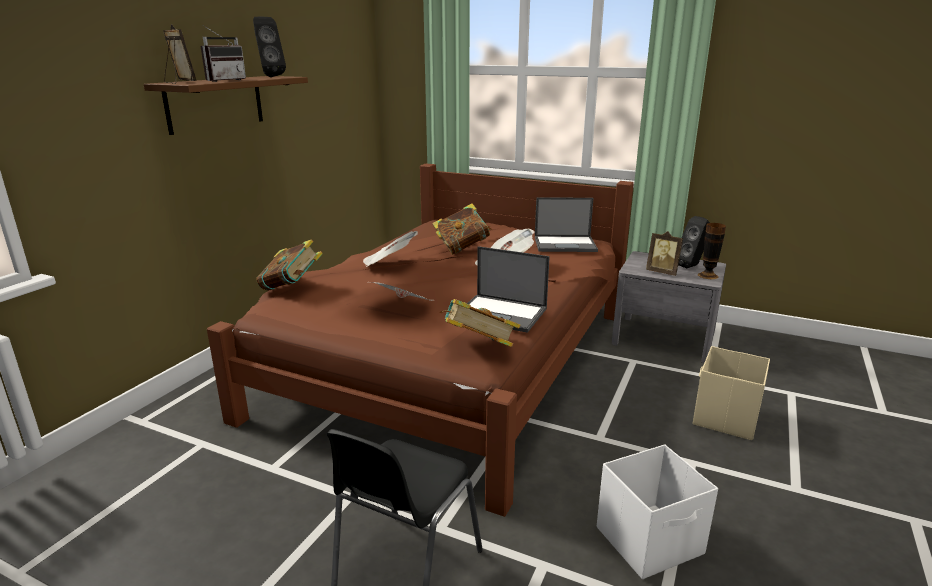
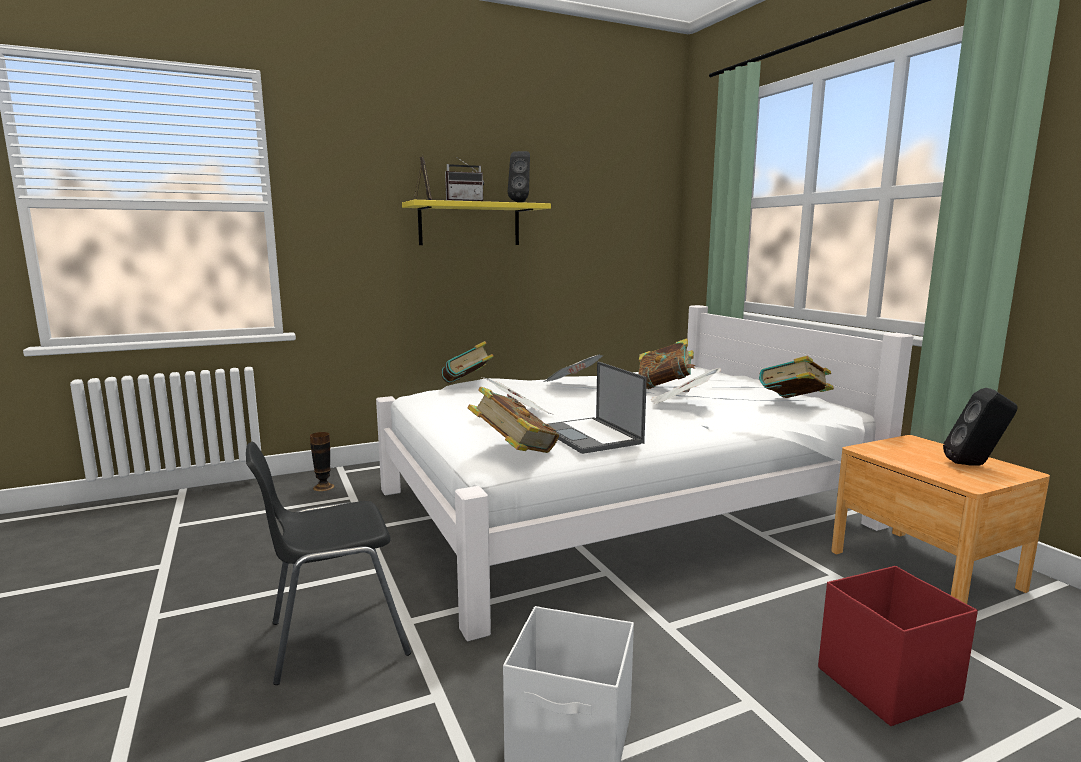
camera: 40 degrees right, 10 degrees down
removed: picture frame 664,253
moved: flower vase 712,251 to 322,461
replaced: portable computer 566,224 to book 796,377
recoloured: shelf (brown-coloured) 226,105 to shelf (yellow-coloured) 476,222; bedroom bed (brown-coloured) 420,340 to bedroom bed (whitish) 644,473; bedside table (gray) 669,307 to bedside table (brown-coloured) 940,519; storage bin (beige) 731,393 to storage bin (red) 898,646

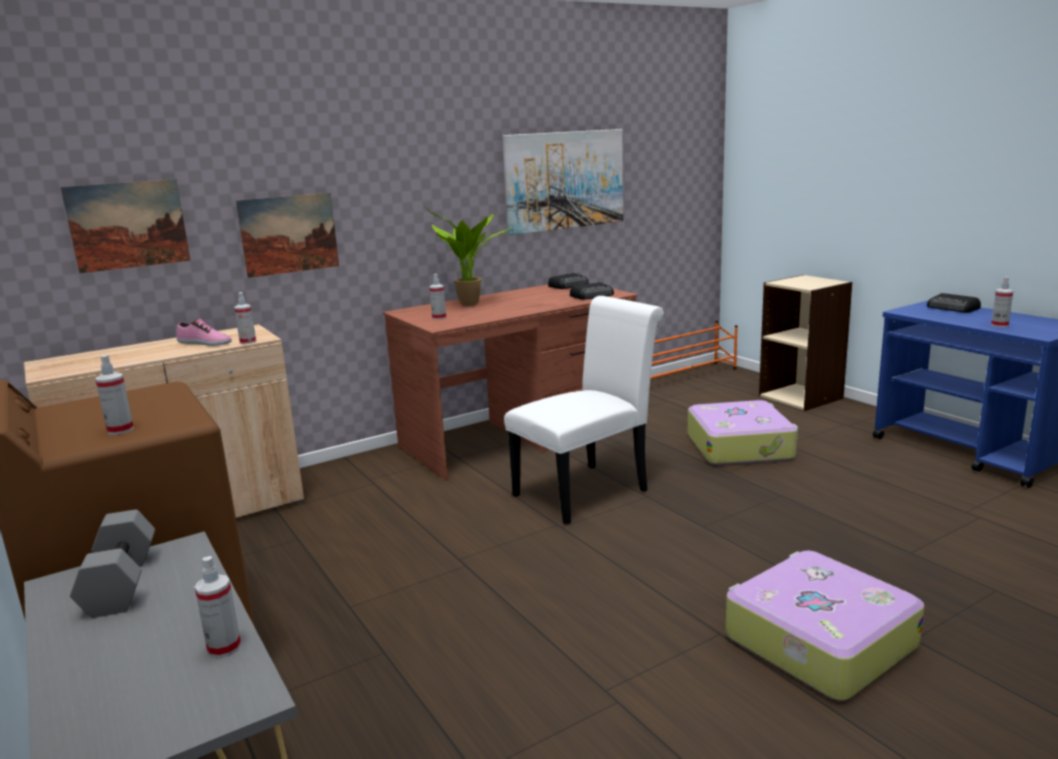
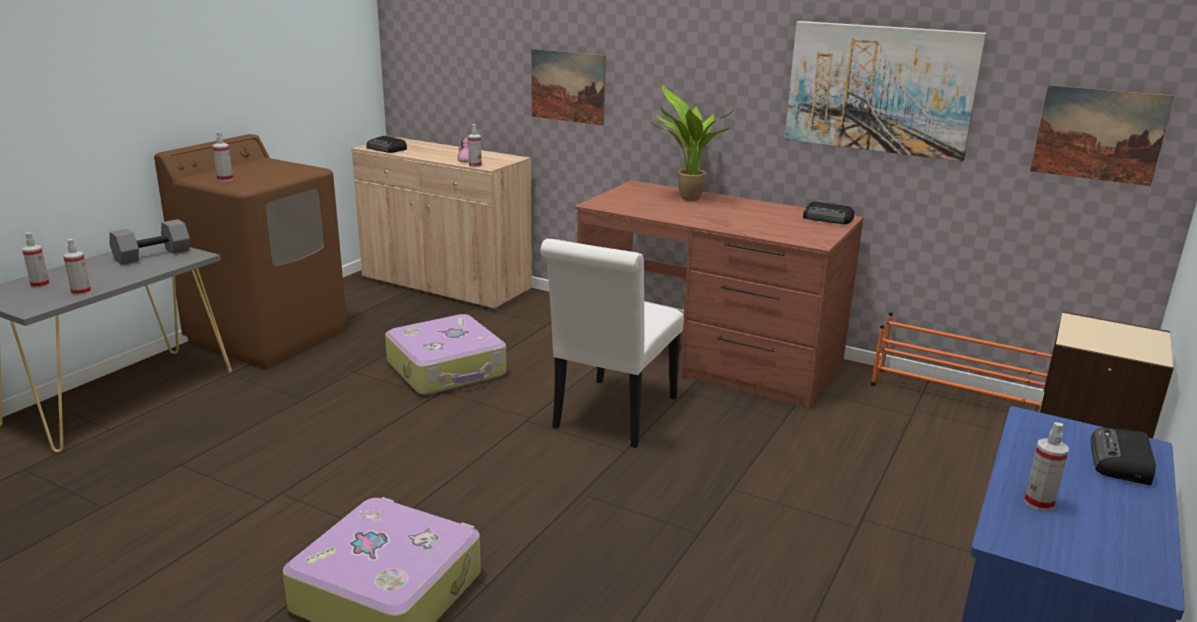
camera: 60 degrees right, 5 degrees up
moved: picture 125,226 to 1102,135; spray bottle 438,297 to 36,260; radio 592,291 to 386,144; suitcase 743,432 to 446,354
turned: plain chair (whitish) 584,410 = 612,343 90 degrees clockwise

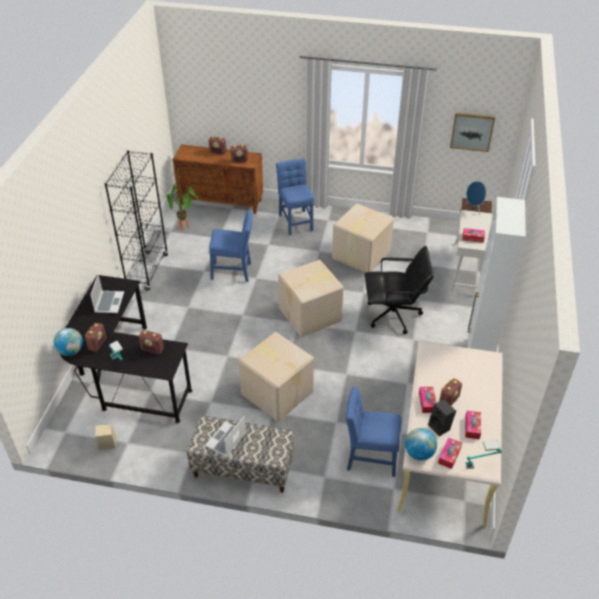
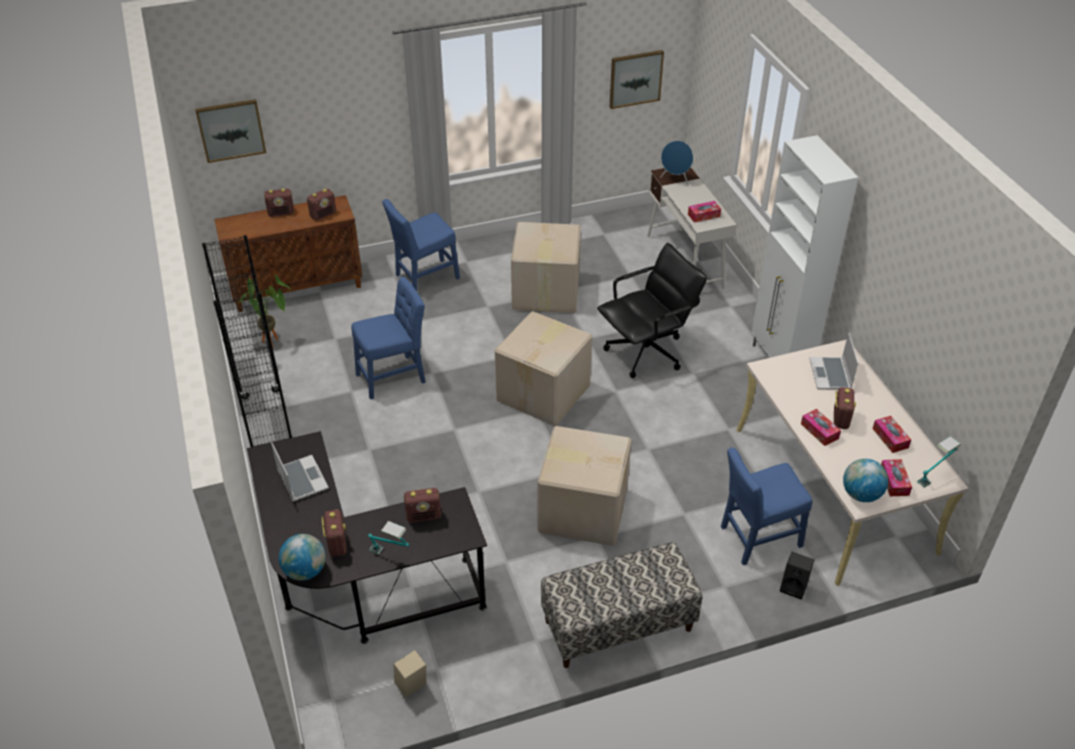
camera: 30 degrees left, 0 degrees up
added: picture 230,131
moved: portable computer 225,436 to 833,360; loudspeaker (black-coloured) 442,418 to 797,576
turned: plain chair (blue-coloured) 295,197 = 421,245 75 degrees counterclockwise

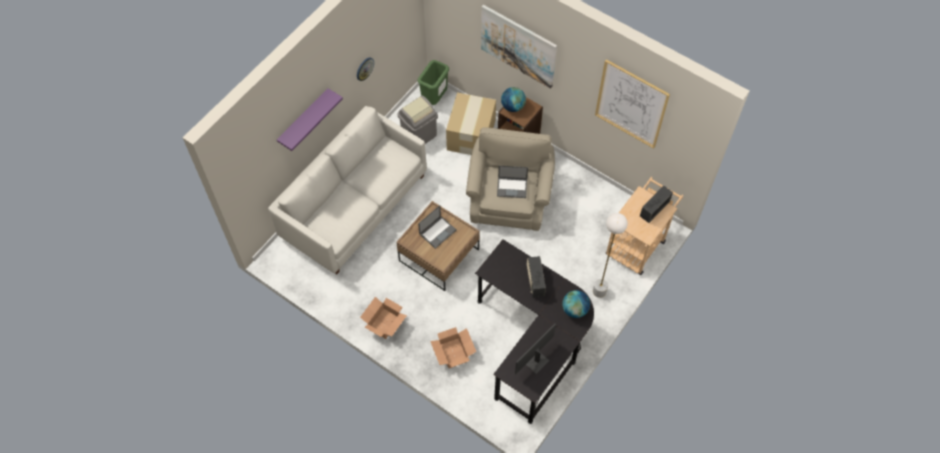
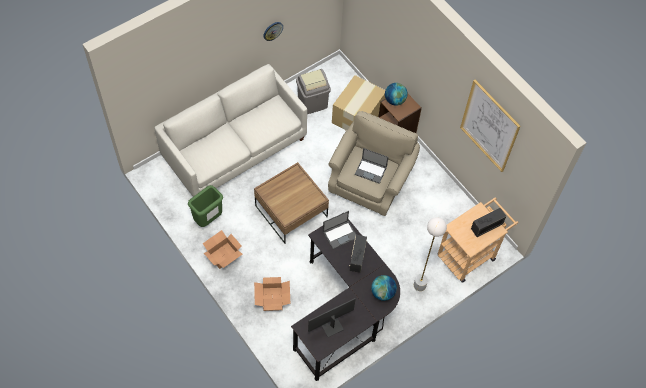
camera: 15 degrees right, 0 degrees up
removed: shelf (purple) 310,119; picture 519,47
moved: trash can (green-coloured) 433,82 to 205,206; portable computer 437,227 to 339,230

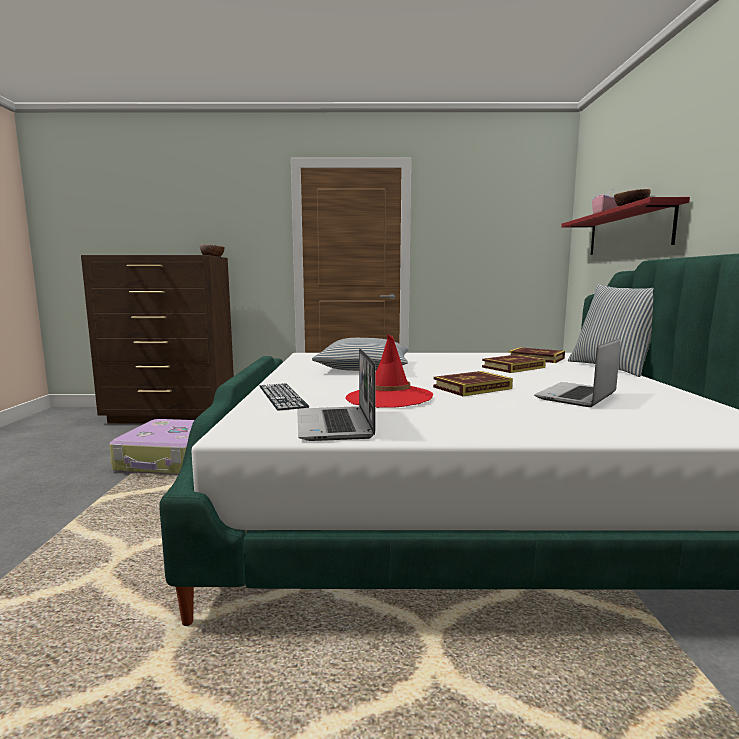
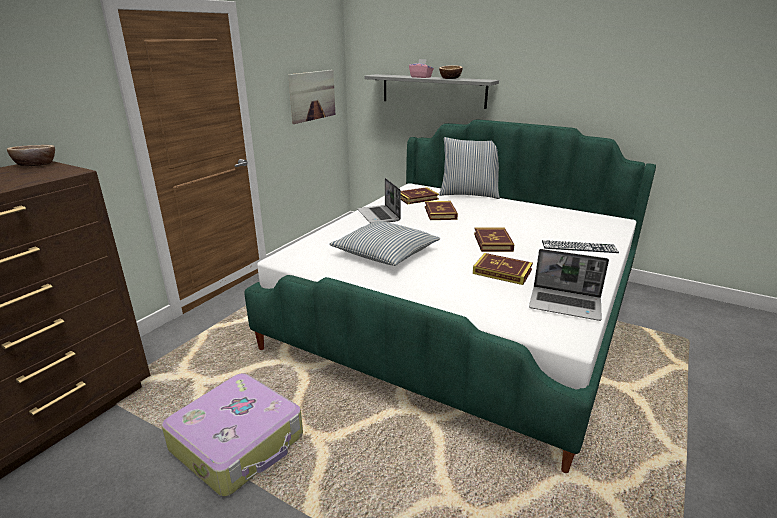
camera: 60 degrees left, 15 degrees up
added: picture 311,97
moved: computer keyboard 284,397 to 580,246; portable computer 577,372 to 379,200
replaced: wearable hat (red) 389,371 to book 503,269
recoloured: shelf (red) 625,226 to shelf (gray) 431,91

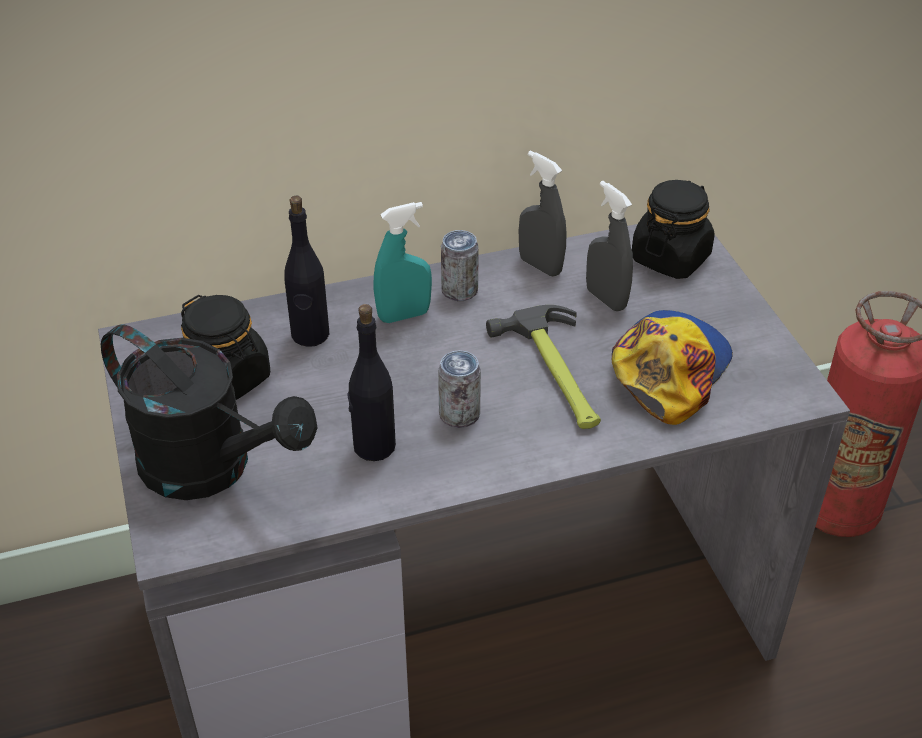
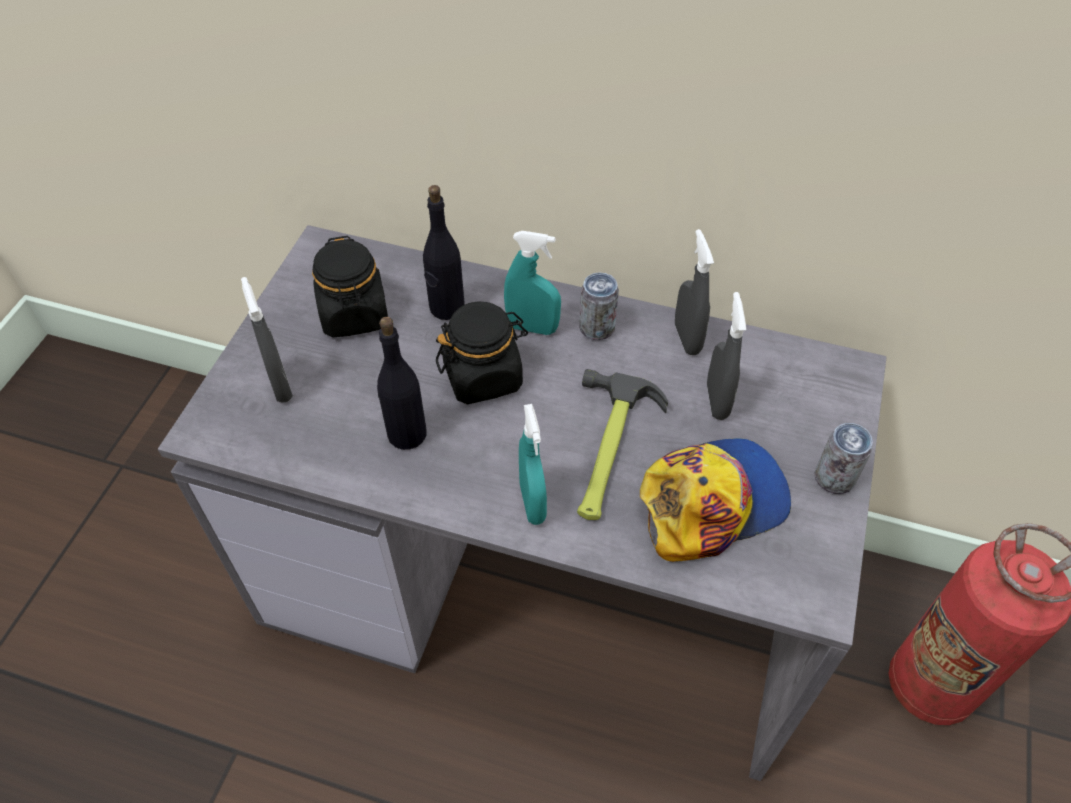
camera: 35 degrees right, 10 degrees up
added: spray bottle (turquoise) 533,464
moved: sealed can 459,389 to 843,458; preserve jar (black-coloured) 673,229 to 482,352
replaced: watering pot (black-coloured) 209,412 to spray bottle (gray) 267,339

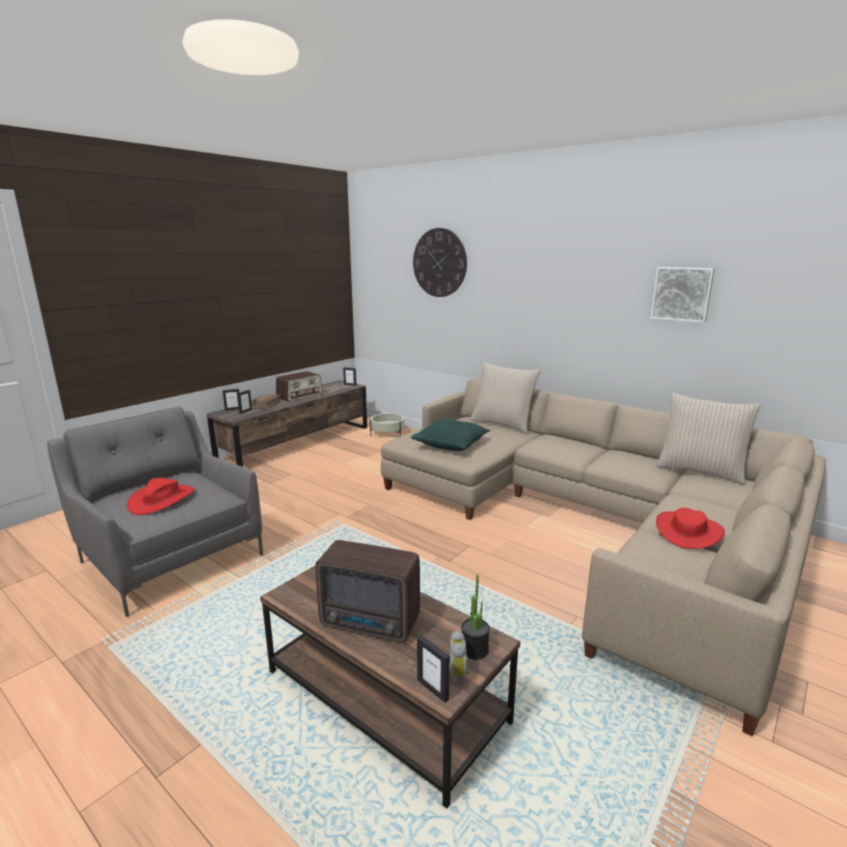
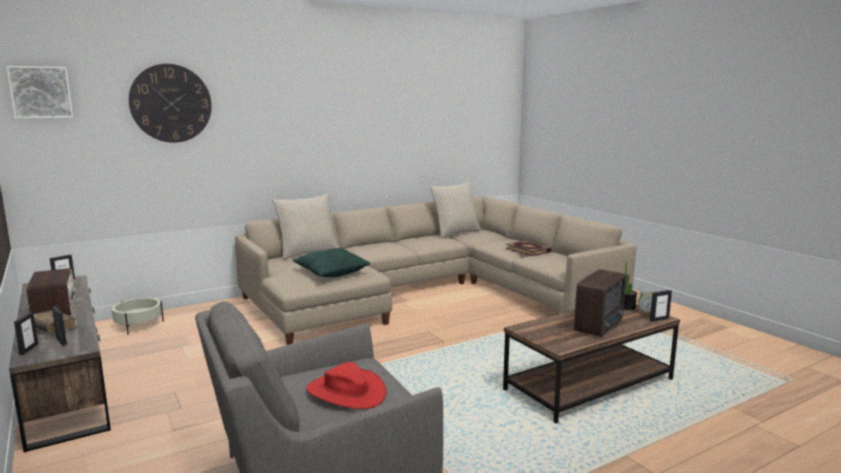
camera: 70 degrees left, 5 degrees down
moved: picture 682,295 to 39,92
replaced: wearable hat (red) 690,528 to book 528,248

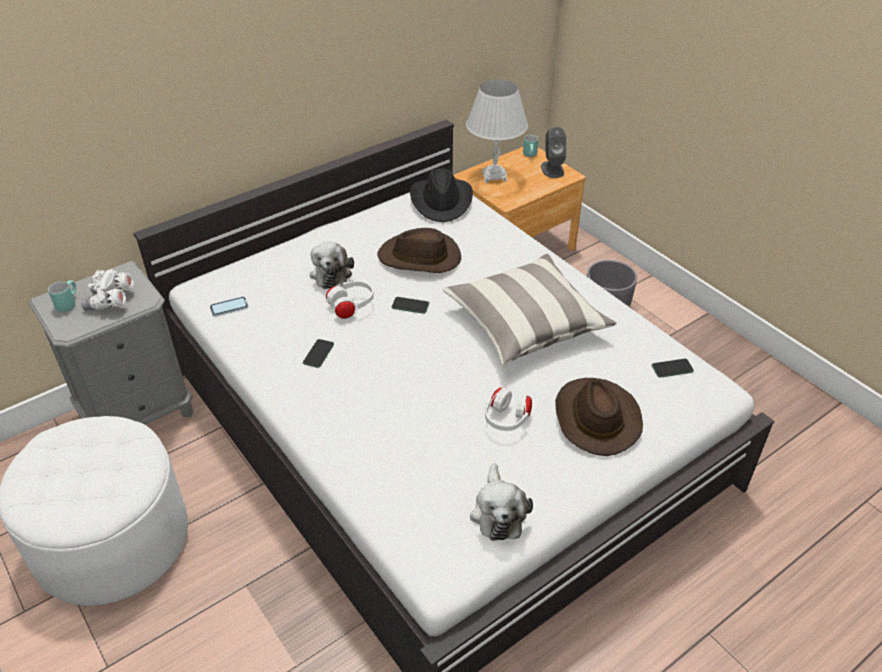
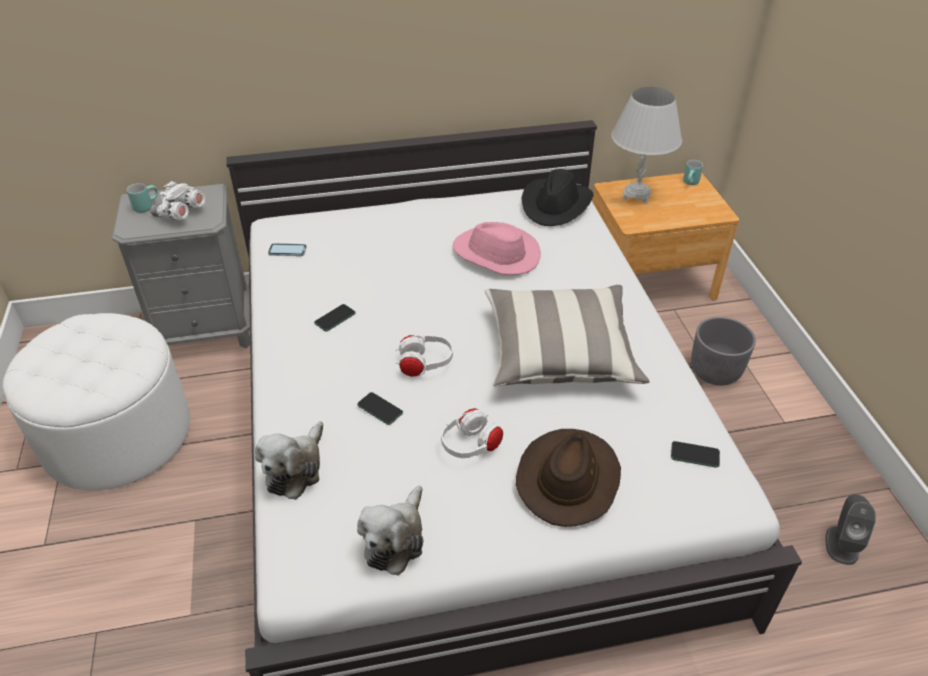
camera: 25 degrees right, 0 degrees up
moved: soft toy 332,265 to 289,460; pair of headphones (whitish) 349,299 to 424,355; telephone 410,305 to 380,408; loudspeaker (gray) 553,152 to 850,529
recoloured: wearable hat (brown-coloured) 419,250 to wearable hat (pinkish) 496,248

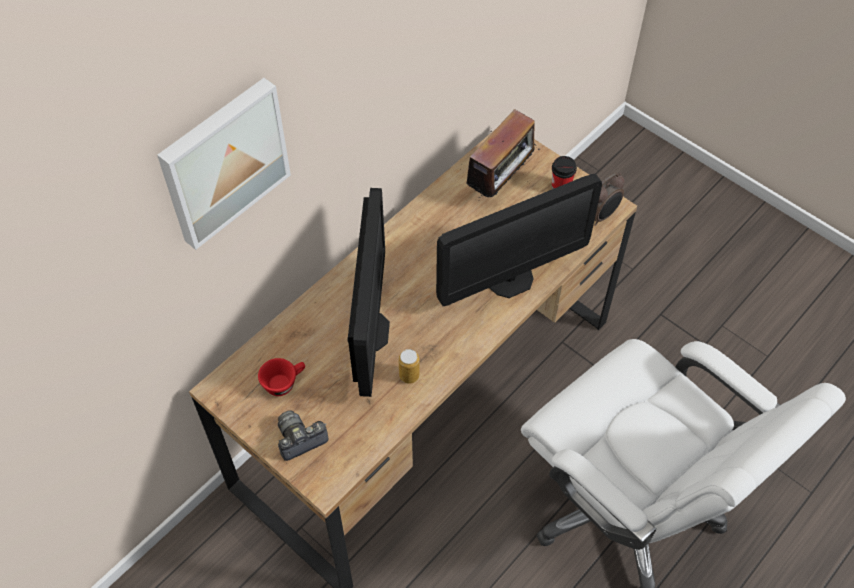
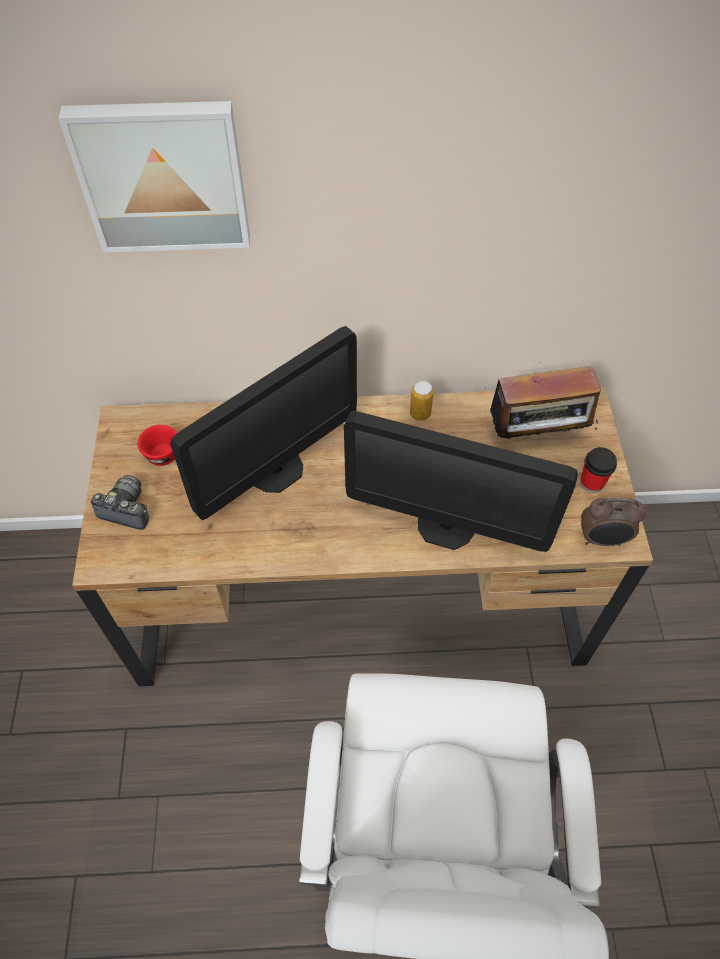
camera: 45 degrees right, 0 degrees up
moved: sealed can 409,366 to 422,401

